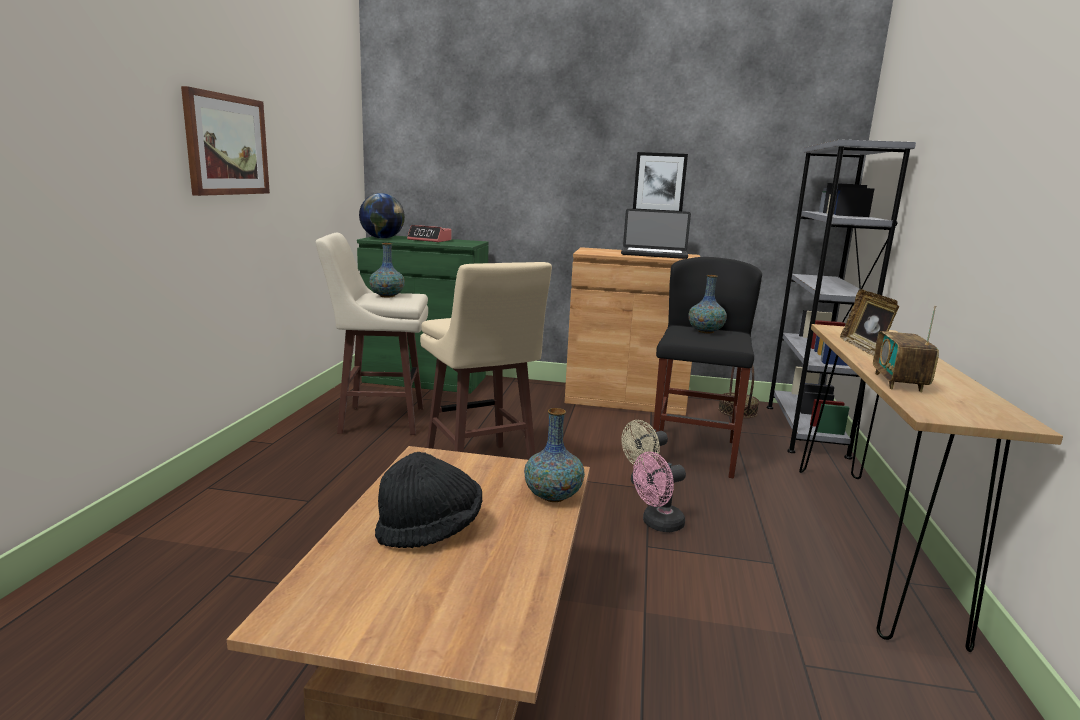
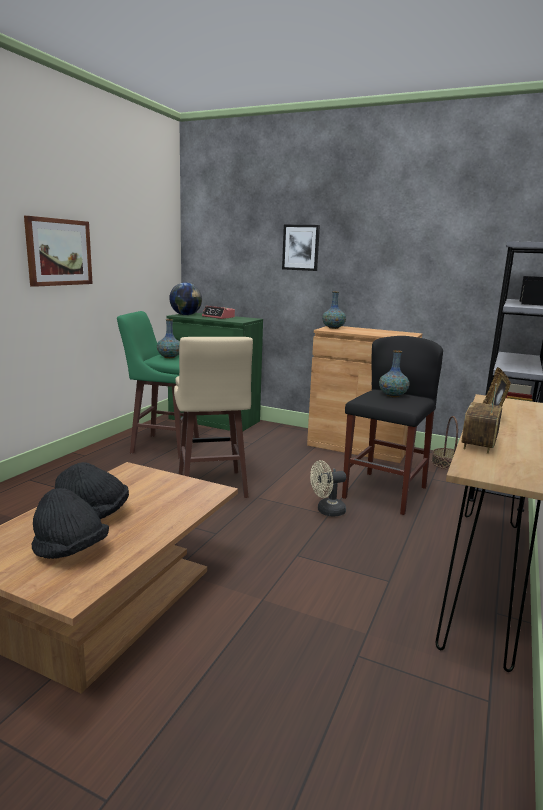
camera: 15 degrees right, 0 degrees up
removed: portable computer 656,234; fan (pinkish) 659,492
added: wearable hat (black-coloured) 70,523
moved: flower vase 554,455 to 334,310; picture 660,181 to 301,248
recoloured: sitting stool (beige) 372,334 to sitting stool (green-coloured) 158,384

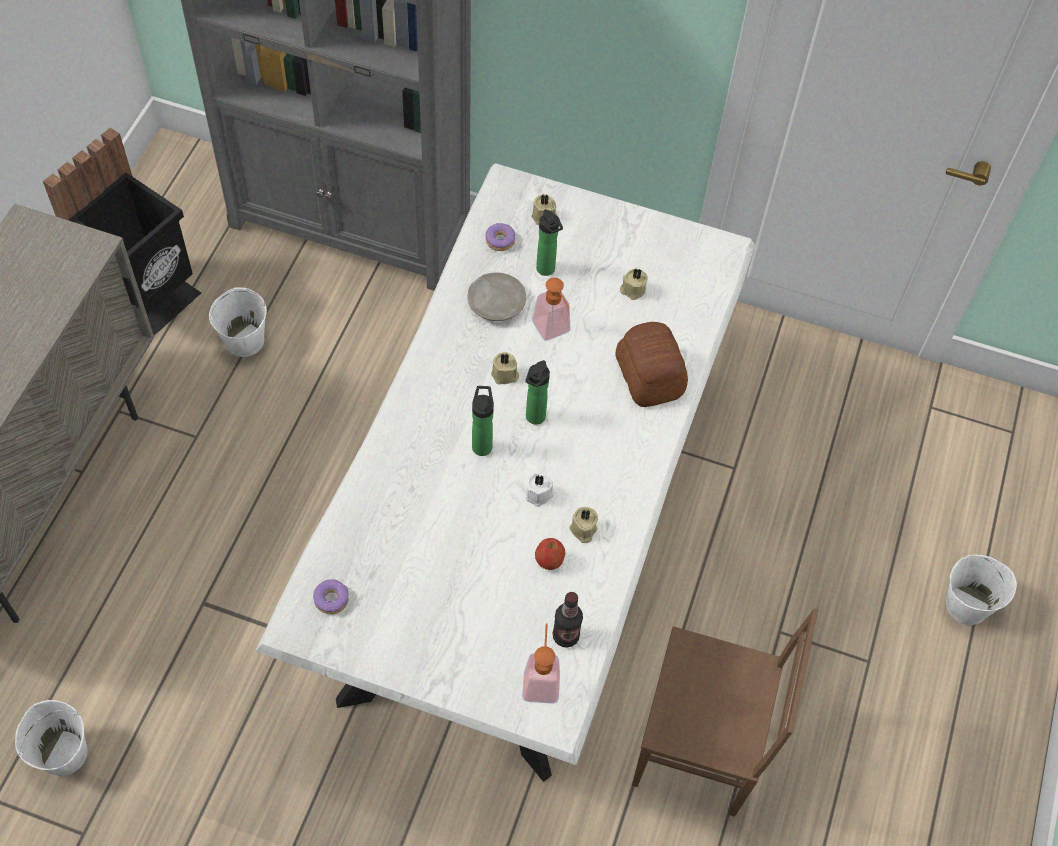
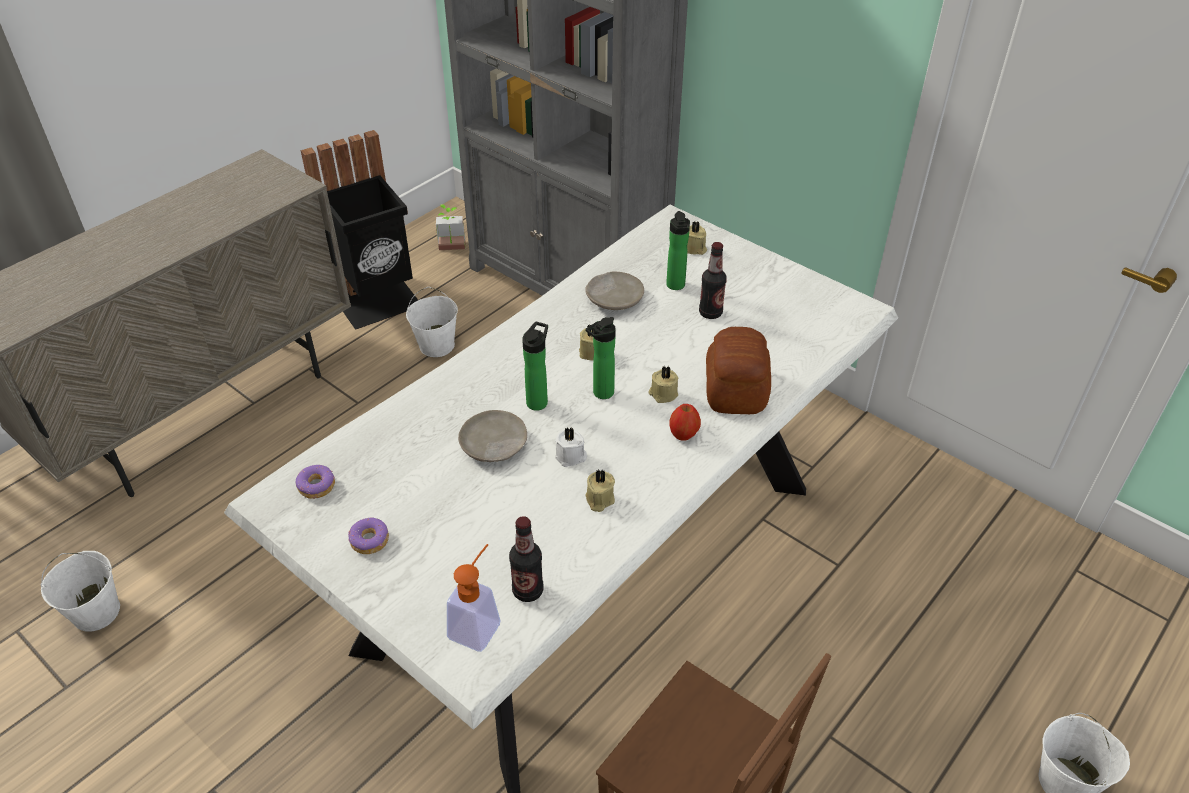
camera: 25 degrees right, 15 degrees down
removed: soap bottle 551,309
added: houseplant 450,227; dinner plate (beige) 492,436; bottle 713,280
moved: ring doughnut 500,237 to 368,536; apple 550,554 to 685,422; wax light (beige) 634,284 to 663,384

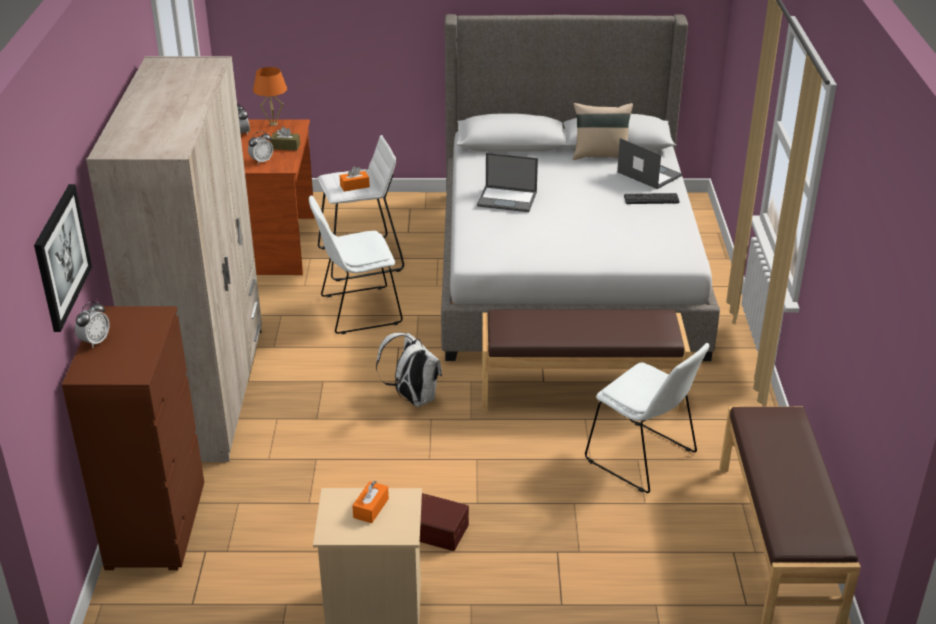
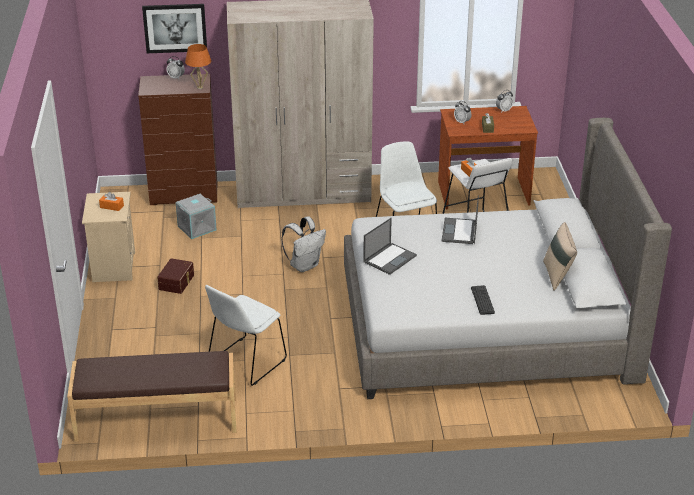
camera: 85 degrees right, 0 degrees up
removed: long seat (brown-coloured) 586,360
added: storage bin (gray) 196,216
moved: lamp for a table (orangey) 270,96 to 198,66; portable computer 649,163 to 390,246

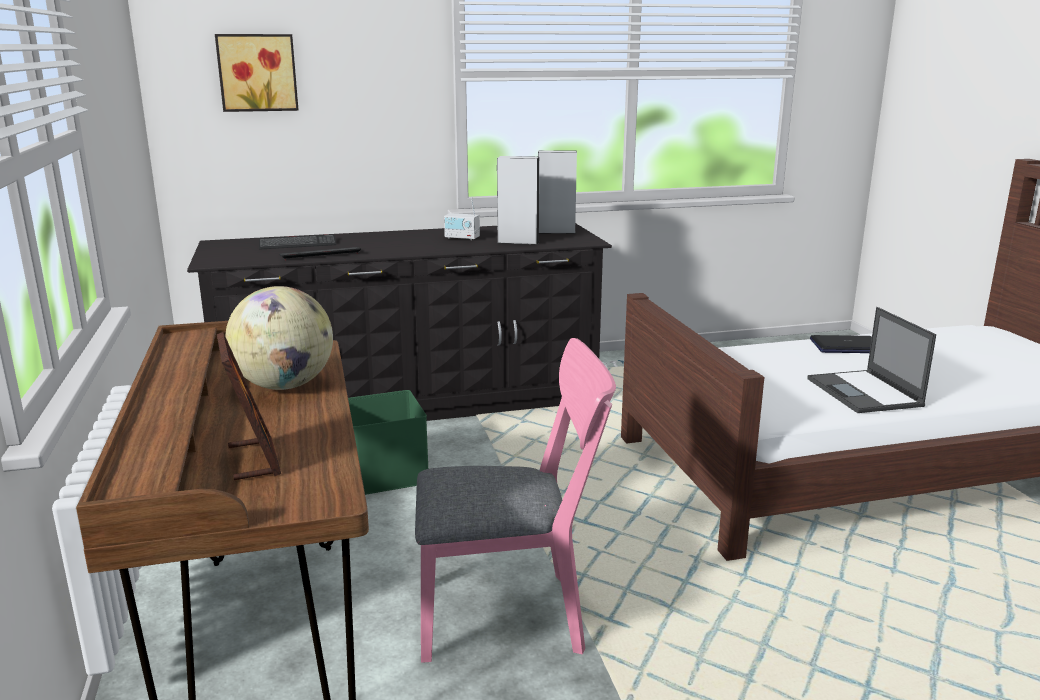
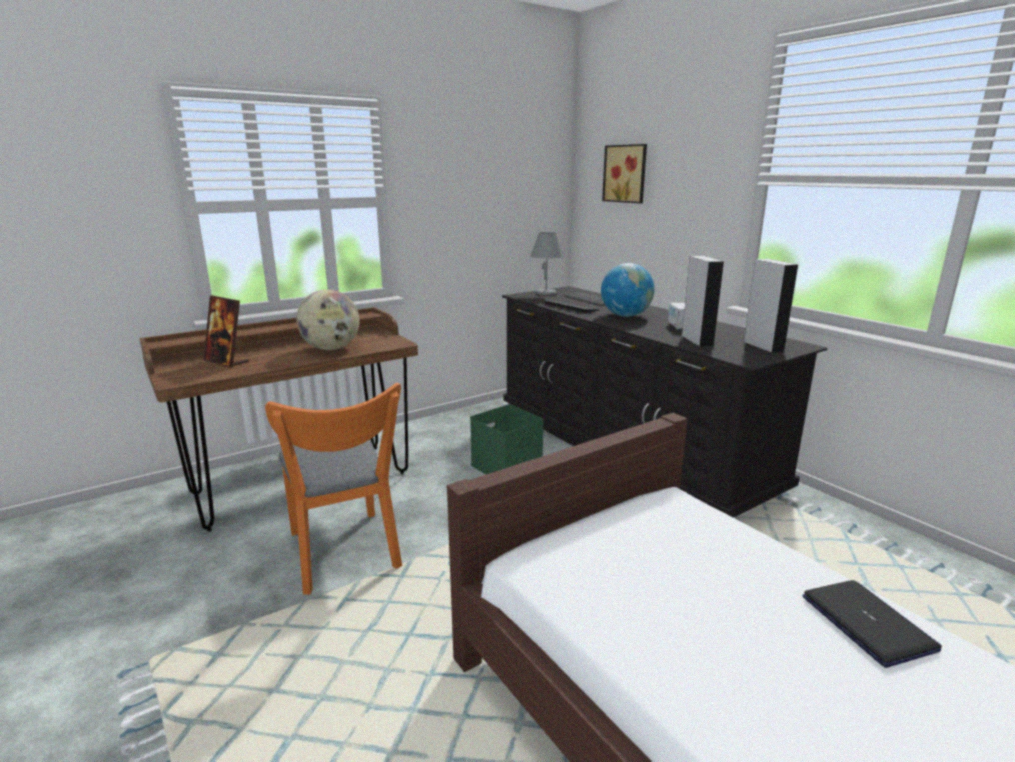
camera: 70 degrees right, 0 degrees up
removed: portable computer 872,360
added: lamp for a table (gray) 547,263; world globe 628,290
recoloured: plain chair (pinkish) 515,500 to plain chair (orangey) 333,489
turned: picture frame 249,406 = 226,331 75 degrees clockwise

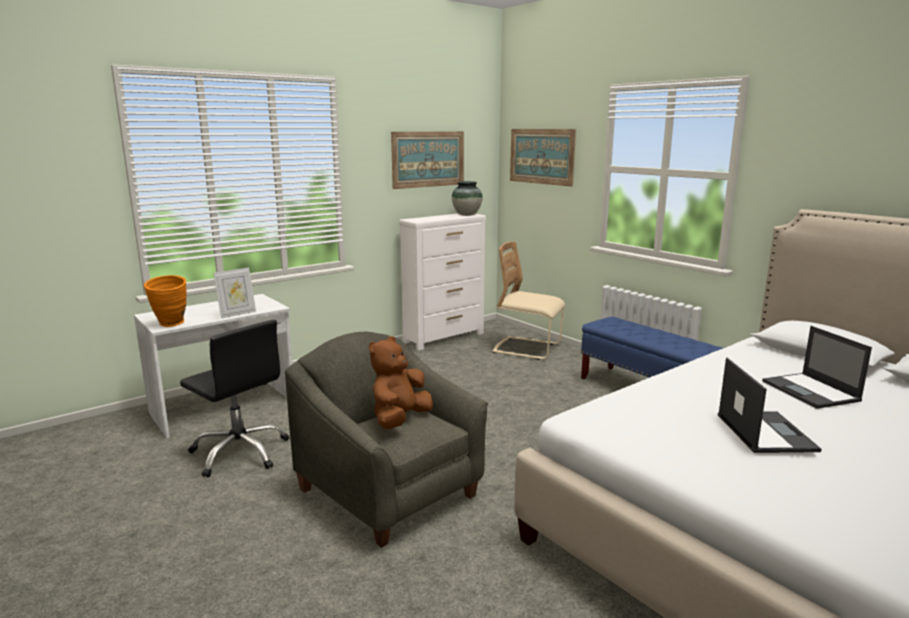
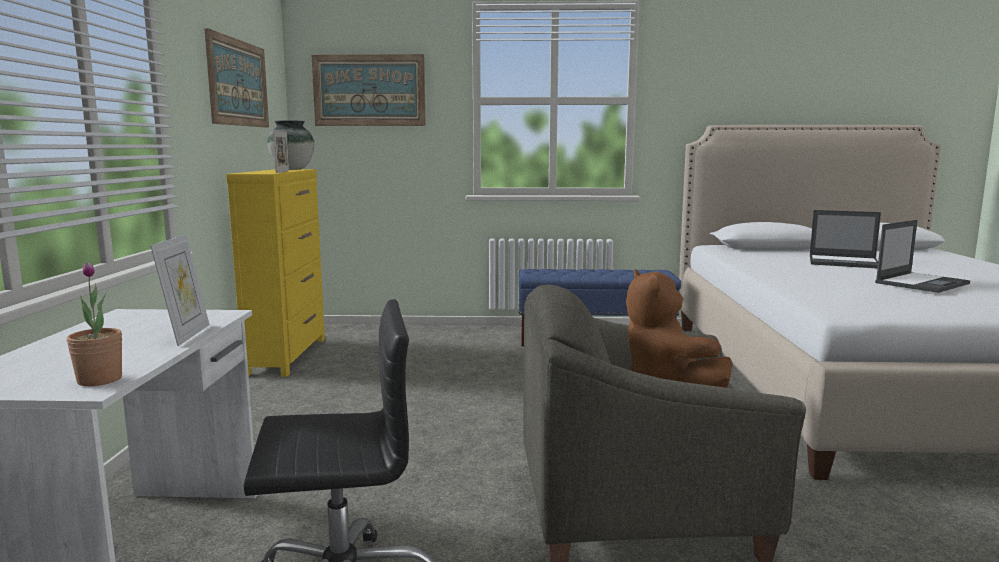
camera: 50 degrees left, 5 degrees down
removed: plain chair (beige) 529,301
added: picture frame 281,151
replaced: flower vase (orangey) 165,301 to houseplant 94,324
recoloured: drawer chest (whitish) 442,281 to drawer chest (yellow-coloured) 275,273
turned: portable computer 770,405 = 922,256 105 degrees clockwise

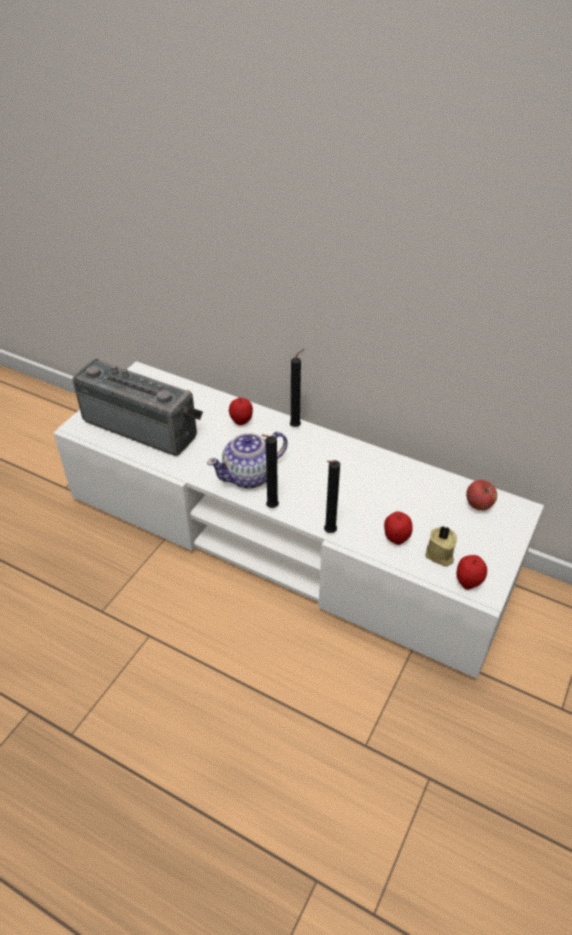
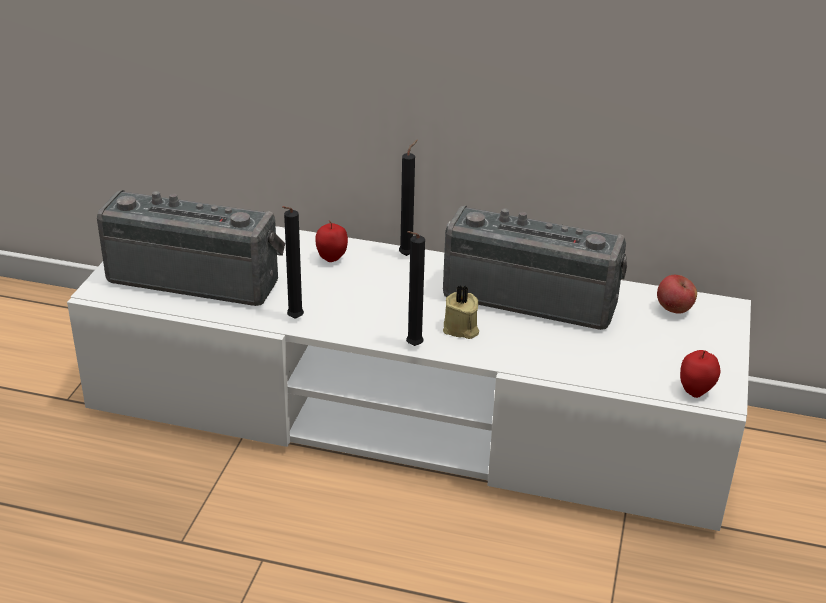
camera: 15 degrees left, 10 degrees down
removed: pot for tea 247,460; apple 398,528
added: radio 535,268
moved: wax light (black-coloured) 332,496 to 293,262; wax light (beige) 441,546 to 461,312

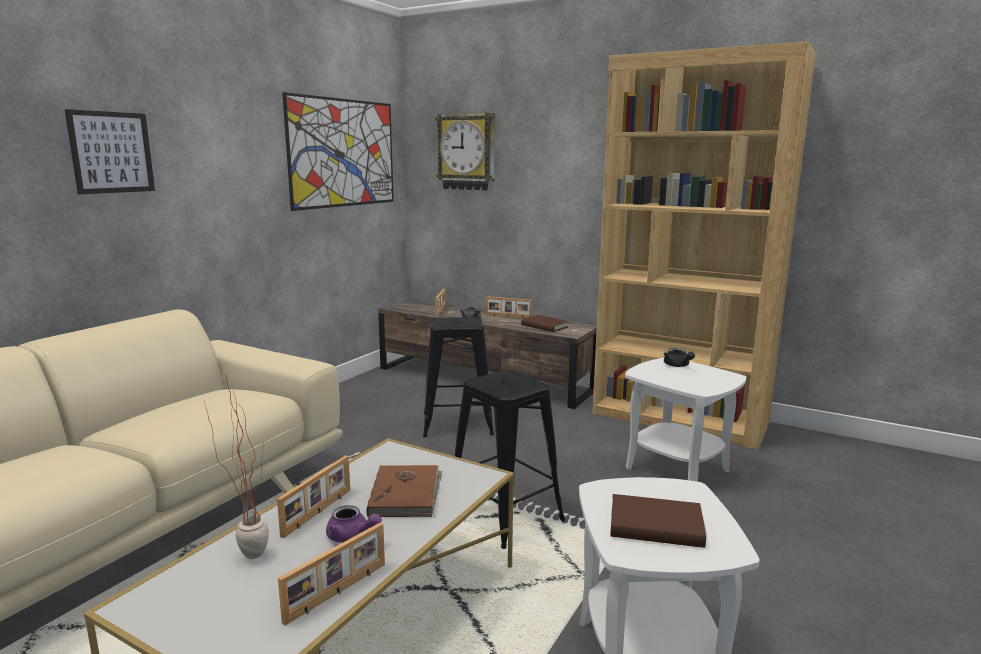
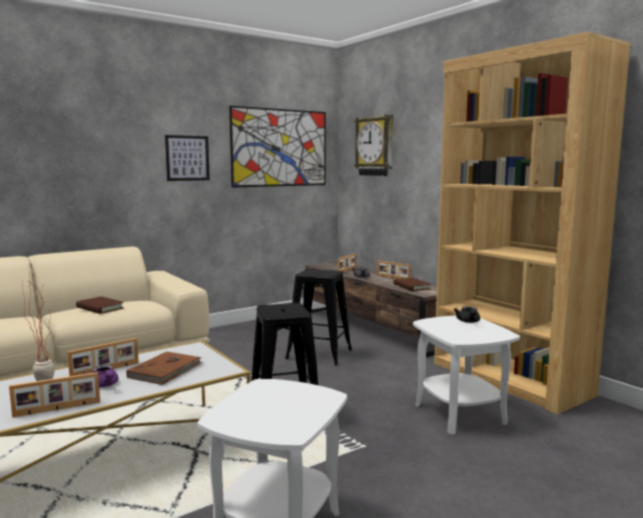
camera: 25 degrees right, 5 degrees down
moved: picture 110,151 to 187,158; book (brown-coloured) 658,521 to 100,305

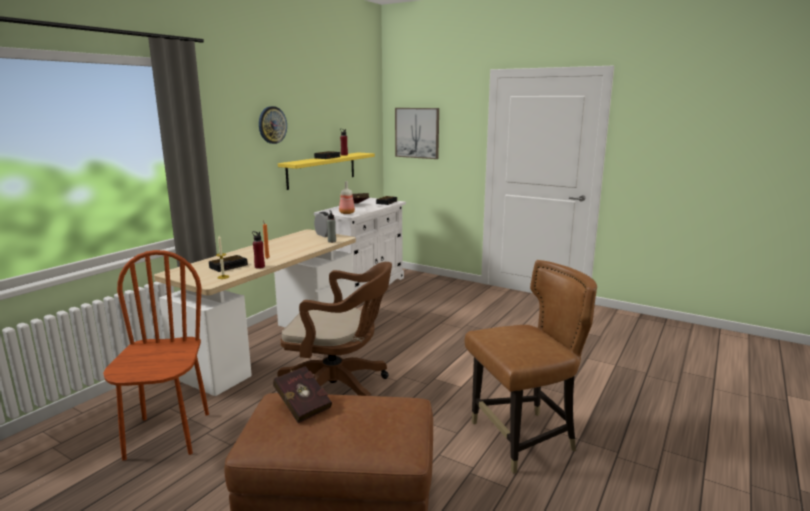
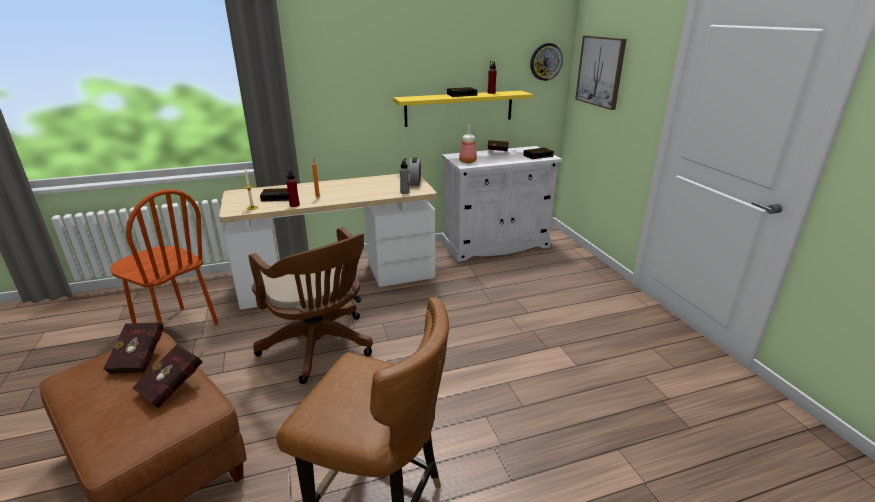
camera: 40 degrees right, 10 degrees up
added: book (red) 169,376
moved: hanging clock 273,125 to 546,62
turned: plain chair (brown-coloured) 156,355 = 164,260 90 degrees clockwise

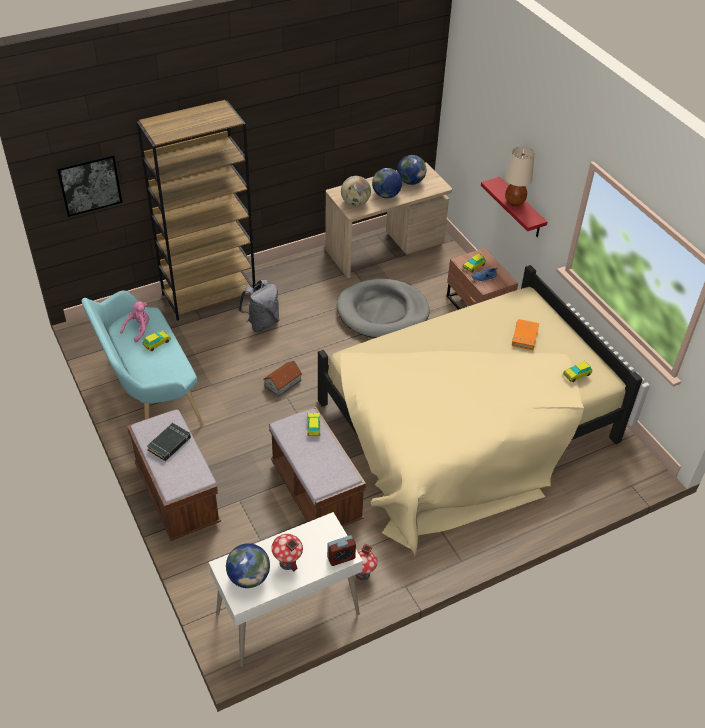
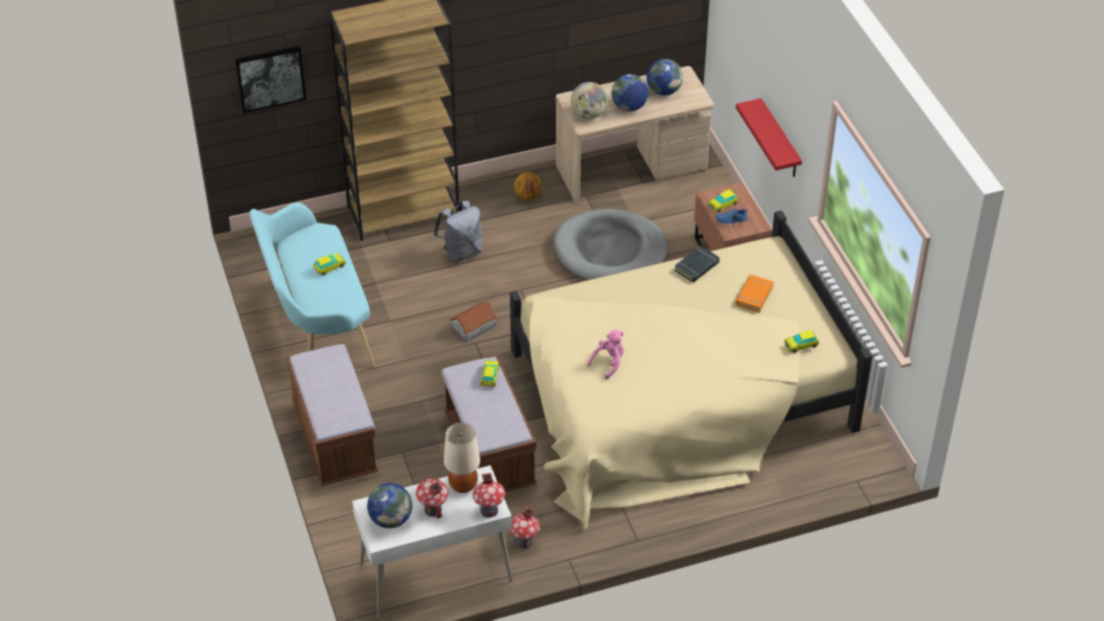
camera: 10 degrees right, 0 degrees up
added: basketball ball 528,186
moved: soft toy (pinkish) 135,321 to 605,355; book (black-coloured) 169,442 to 696,264; lamp for a table (beige) 519,176 to 462,458
replaced: alarm clock 341,550 to model house 488,495

